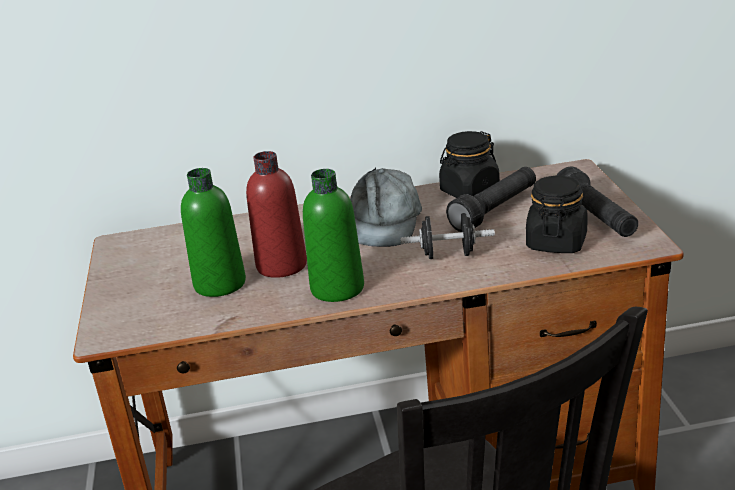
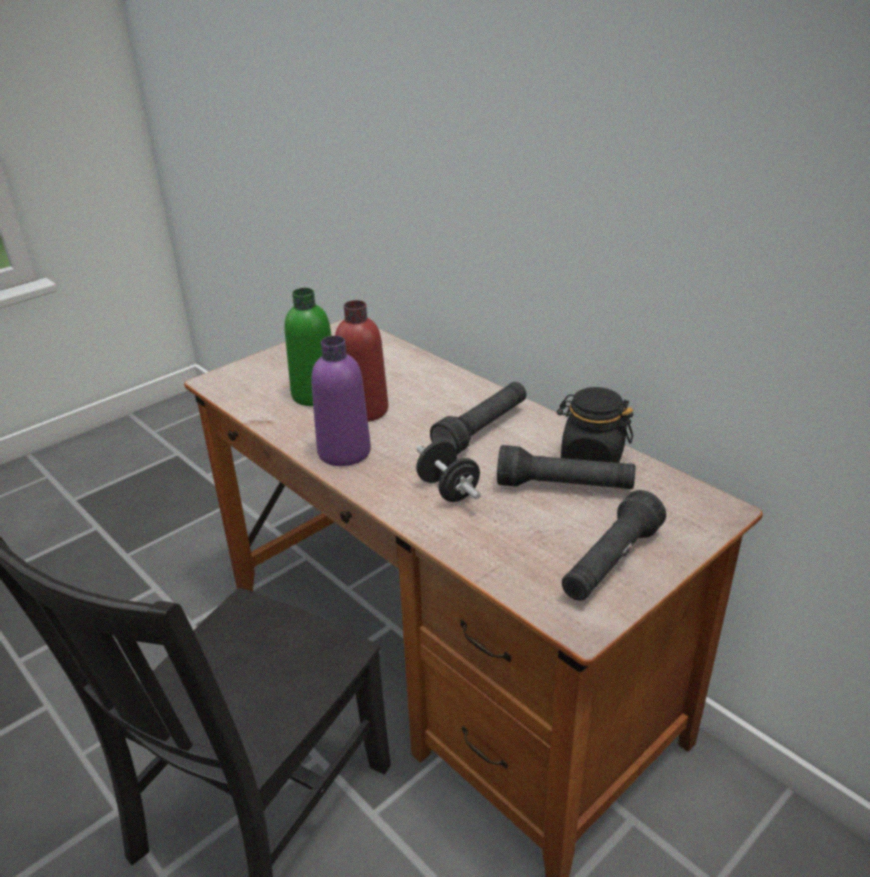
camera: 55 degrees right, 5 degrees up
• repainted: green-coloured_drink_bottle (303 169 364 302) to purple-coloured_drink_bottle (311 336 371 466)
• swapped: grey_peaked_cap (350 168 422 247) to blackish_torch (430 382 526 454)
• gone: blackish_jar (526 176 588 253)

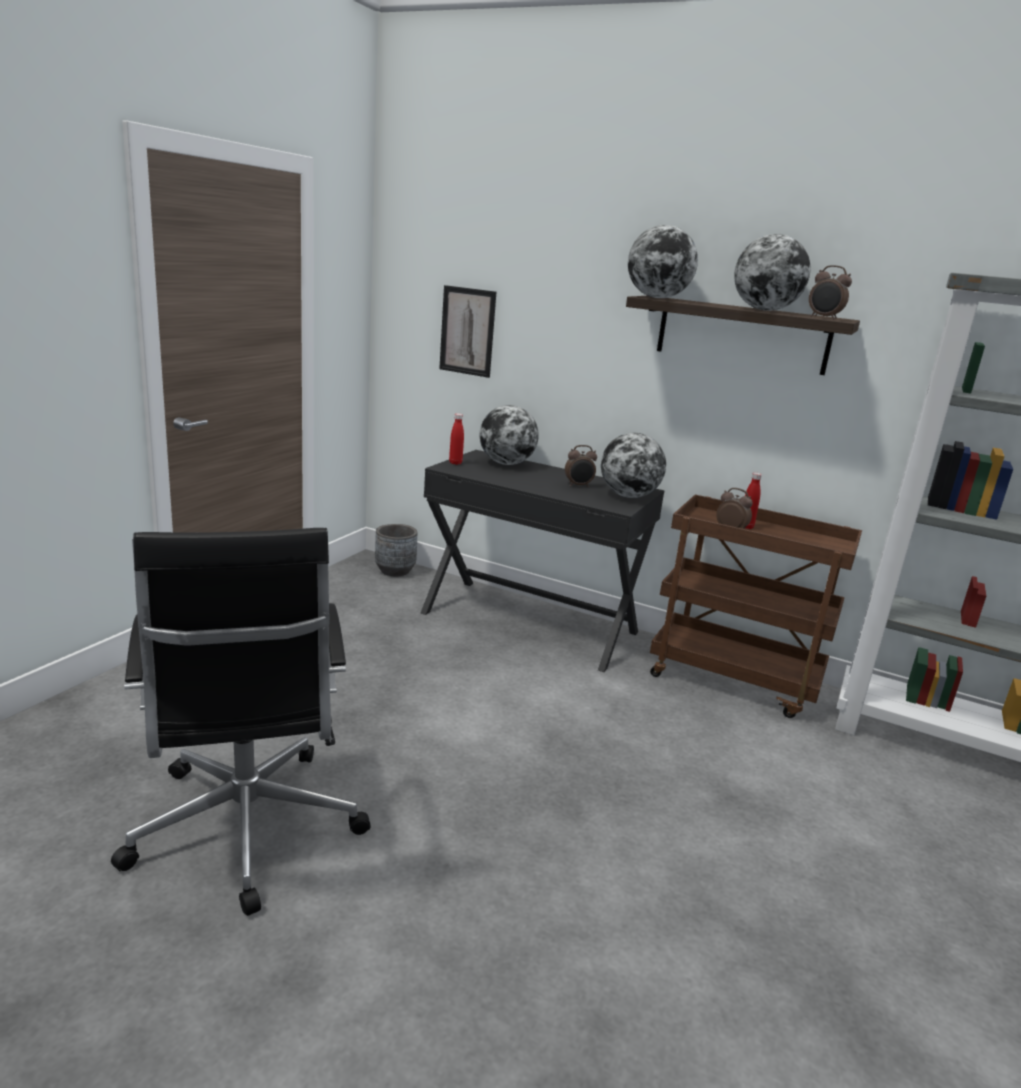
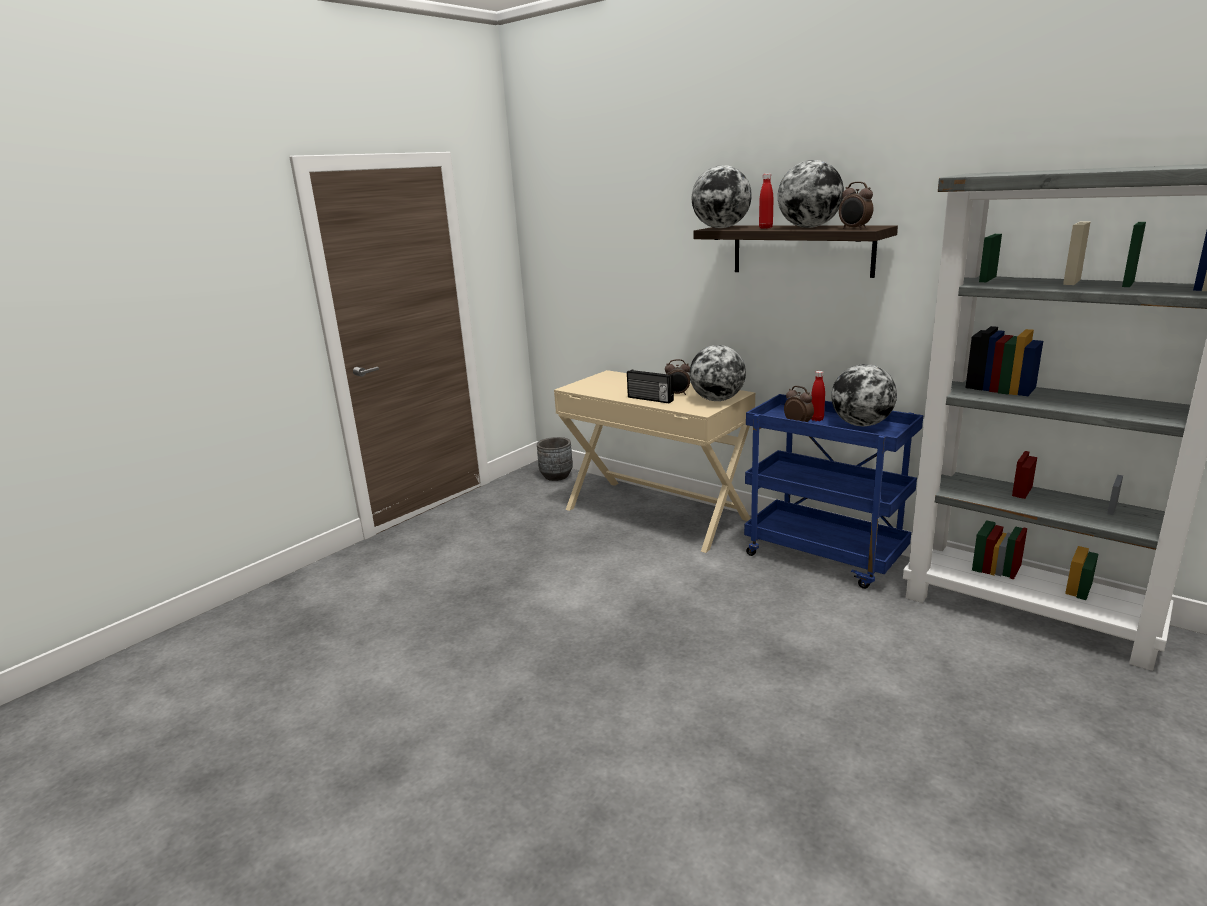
camera: 15 degrees right, 0 degrees up
• gone: blackish_office_chair (111 528 371 916)
• repainted: blackish_desk_unit (421 450 665 672) to beige-coloured_desk_unit (554 370 755 553)
• gone: wall_picture (439 285 496 378)
• shifted: reddish_drink_bottle (449 413 464 465) to (759 174 773 229)
• shifted: desk_globe (480 405 539 465) to (831 364 897 426)
• repainted: brownish_cart (650 495 862 718) to blue_cart (744 394 923 589)
• new: radio_set (627 370 674 403)

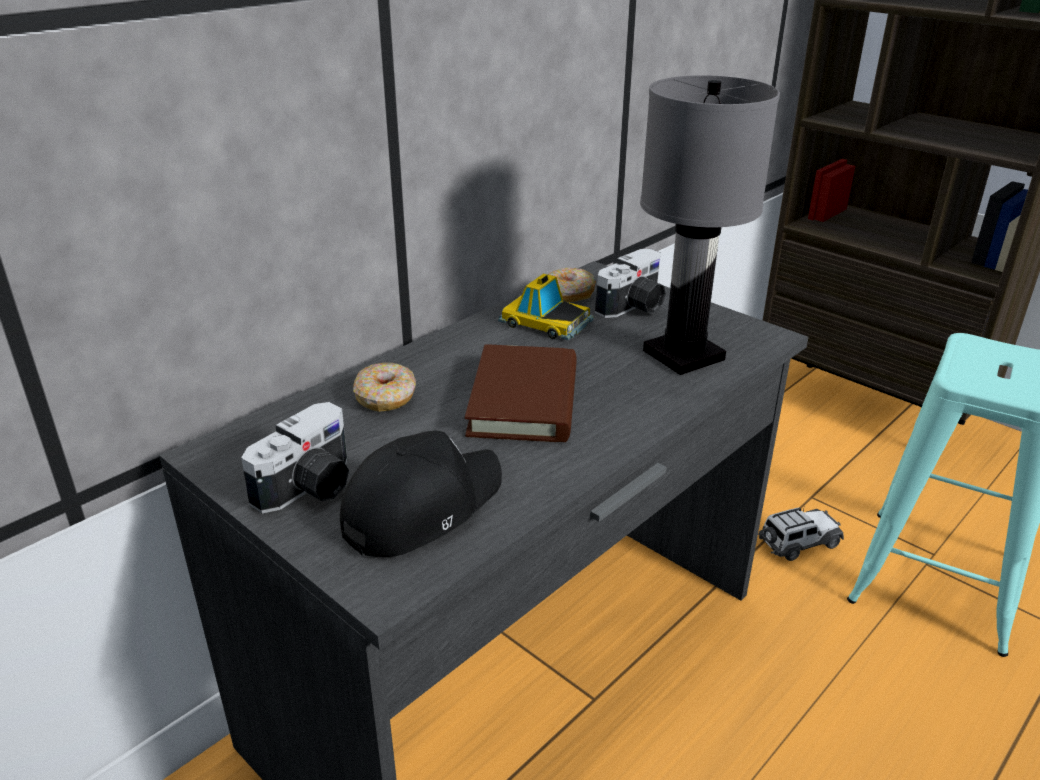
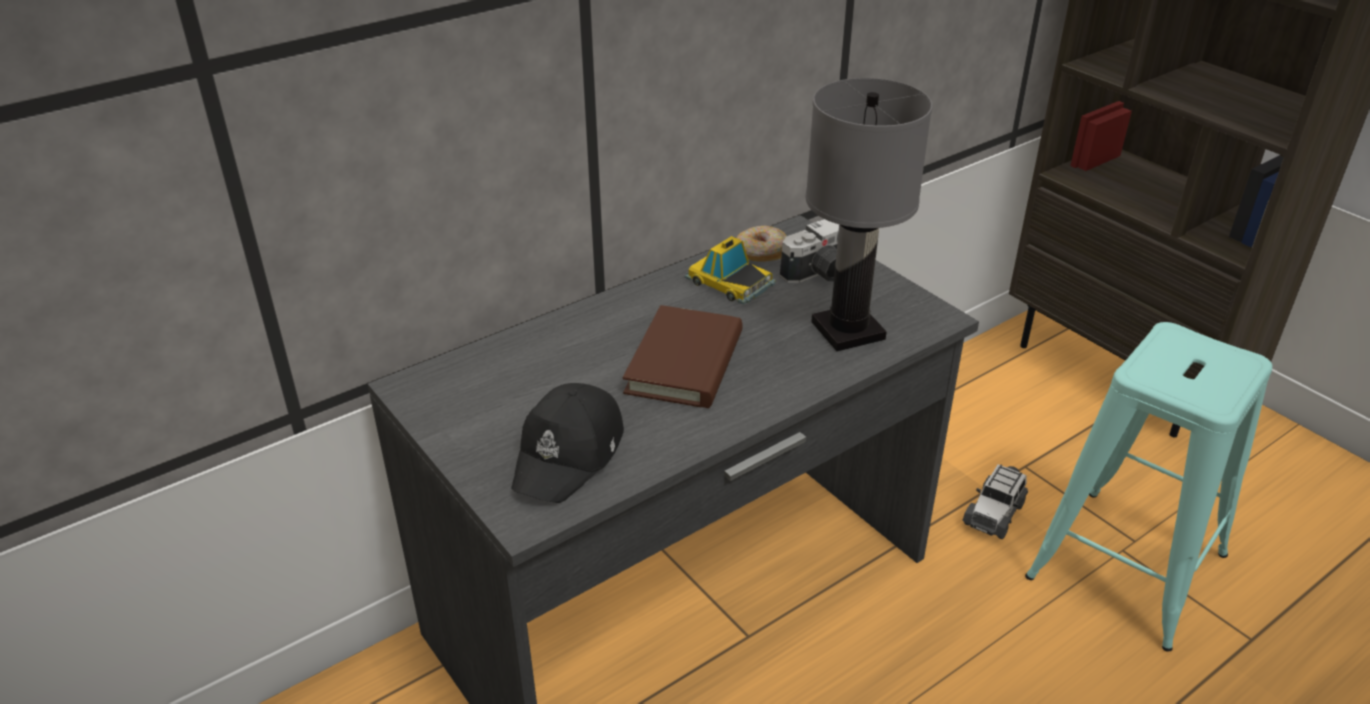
camera: 10 degrees right, 5 degrees up
• gone: still_camera (241 402 349 513)
• rotated: blackish_peaked_cap (340 430 502 557) = (511 383 624 503) 150 degrees clockwise
• gone: ring_doughnut (353 363 416 412)
• rotated: toy_car (758 505 844 561) = (962 464 1028 539) 135 degrees clockwise

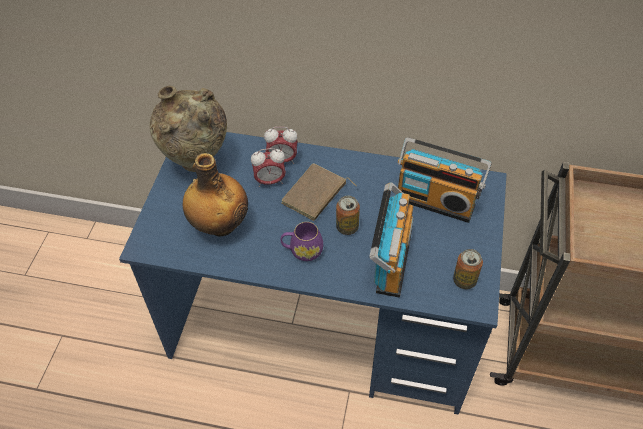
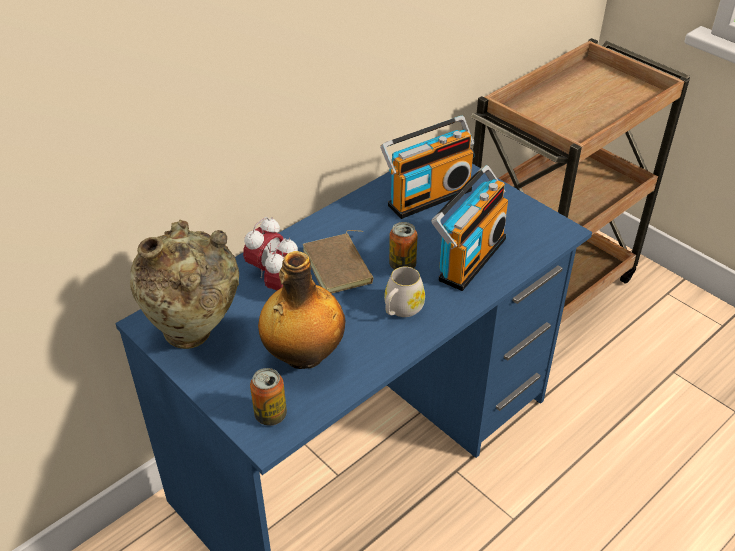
camera: 55 degrees left, 10 degrees down
• repainted: purple-coloured_mug (281 222 323 261) to white-coloured_mug (384 266 425 317)
• rotated: radio_set (370 182 413 297) = (431 165 508 291) 75 degrees clockwise
• shifted: can (453 249 483 289) to (250 368 287 426)

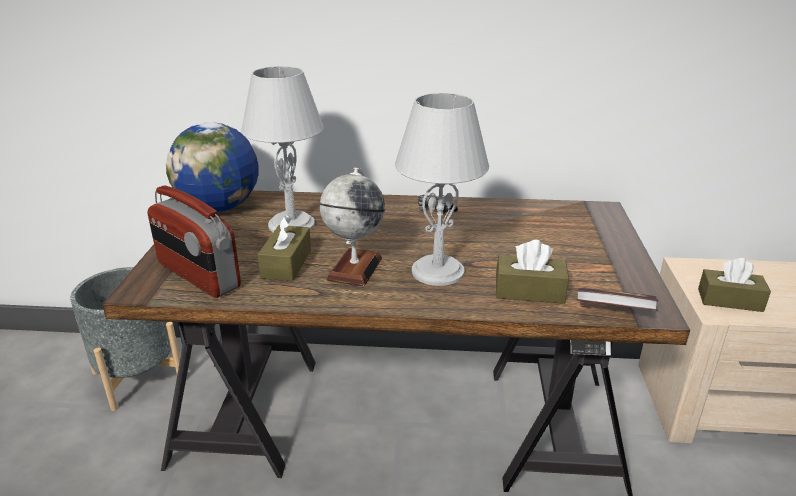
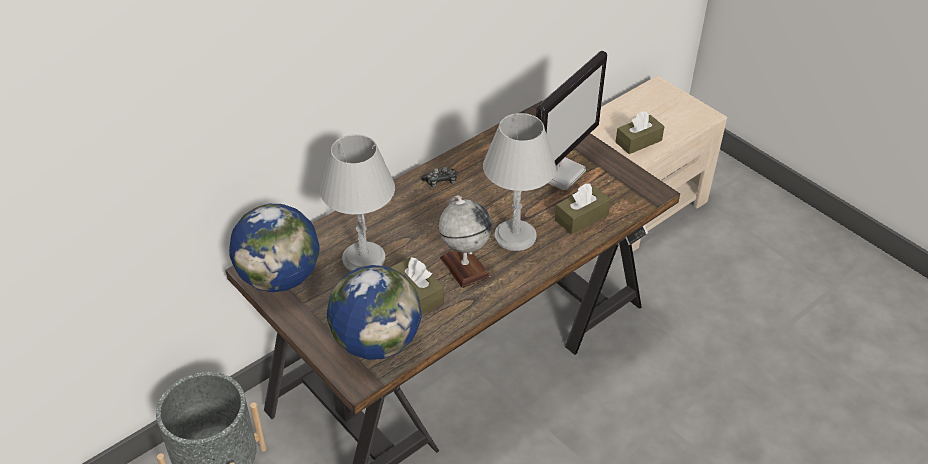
camera: 45 degrees left, 15 degrees up
• swapped: radio_set (147 185 241 298) to desk_globe (327 265 422 360)
• gone: book (577 288 658 311)
• new: monitor (536 51 607 190)

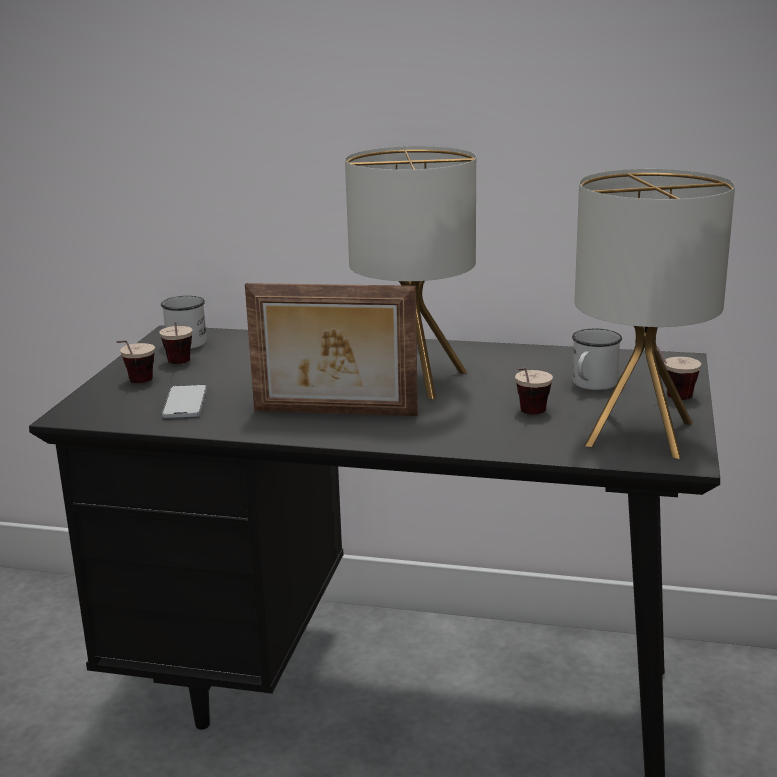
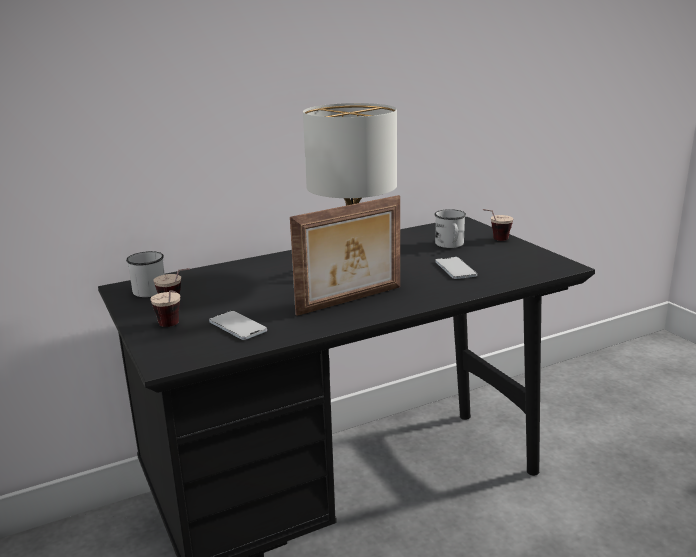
camera: 40 degrees left, 0 degrees up
• swapped: small_cup (515 367 553 415) to handset (435 257 477 279)
• gone: table_lamp (574 169 735 459)

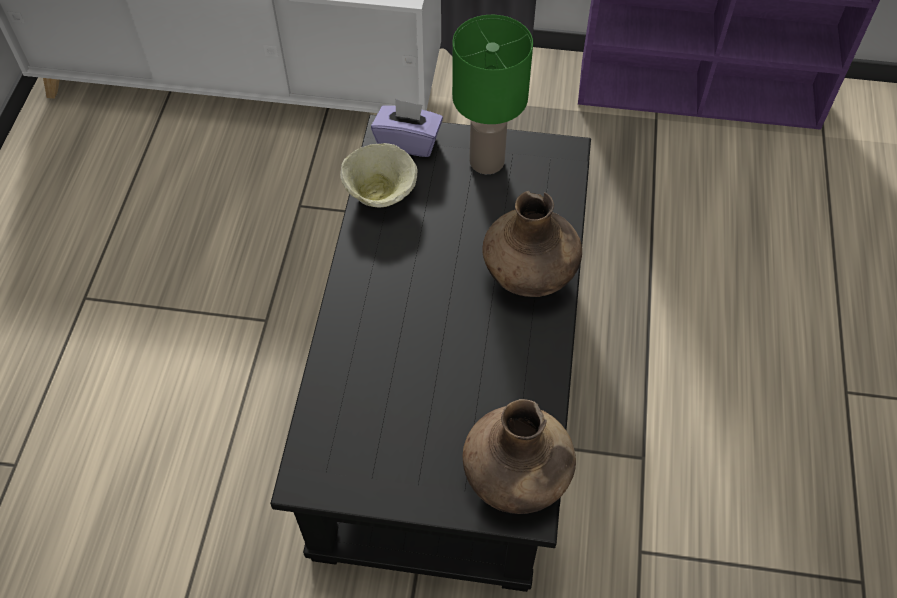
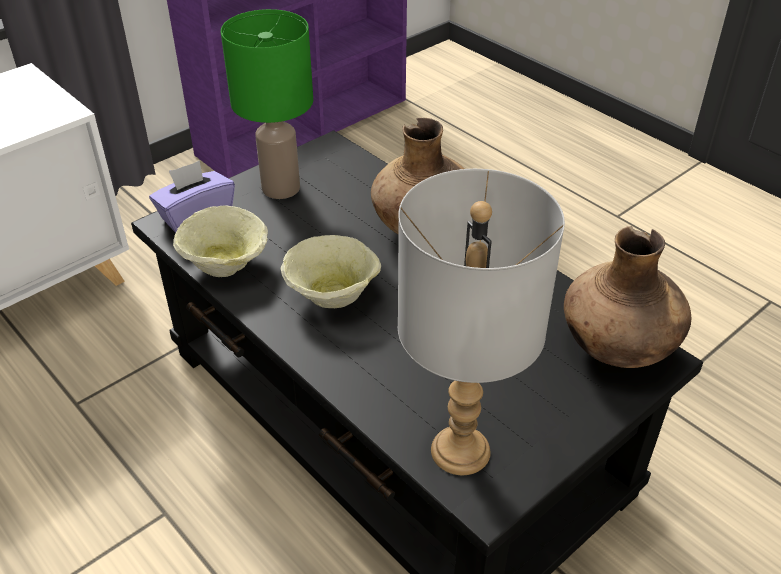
camera: 50 degrees left, 15 degrees down
• new: beige-coloured_deep_dish (281 235 381 308)
• new: grey_table_lamp (398 169 565 475)

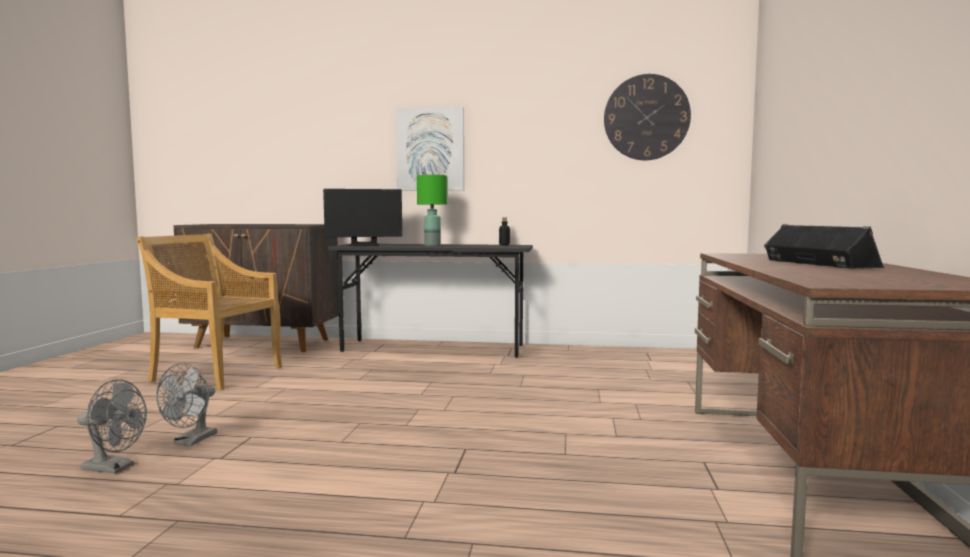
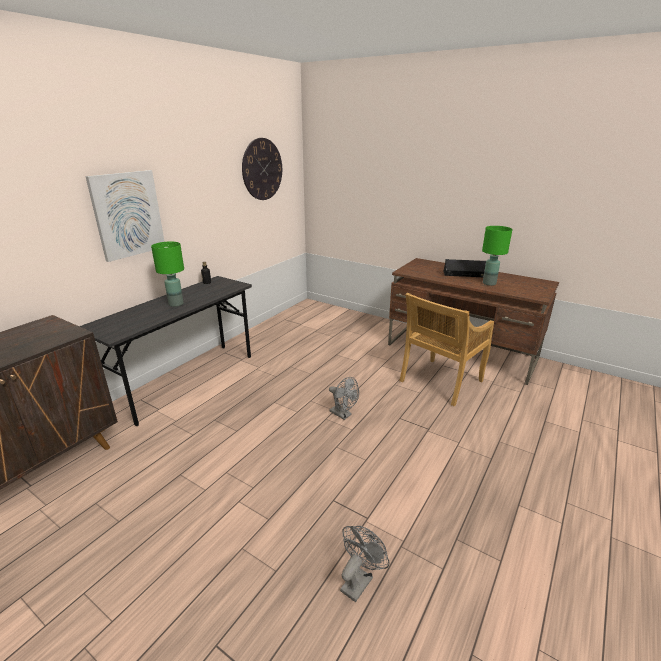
camera: 65 degrees left, 20 degrees up
• shifted: beige-coloured_upright_chair (137 233 282 390) to (399 293 494 406)
• shifted: grey_electric_fan (156 363 217 446) to (329 377 359 420)
• gone: monitor (323 189 402 246)
• new: green-coloured_table_lamp (482 226 512 286)

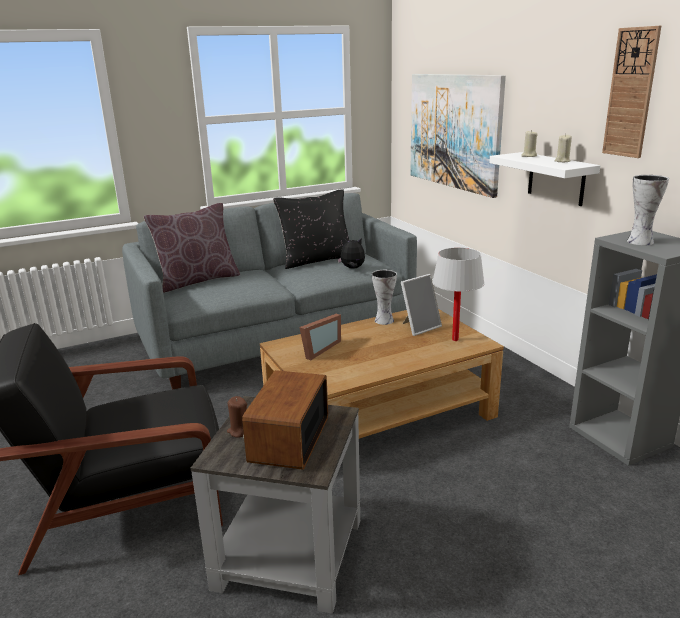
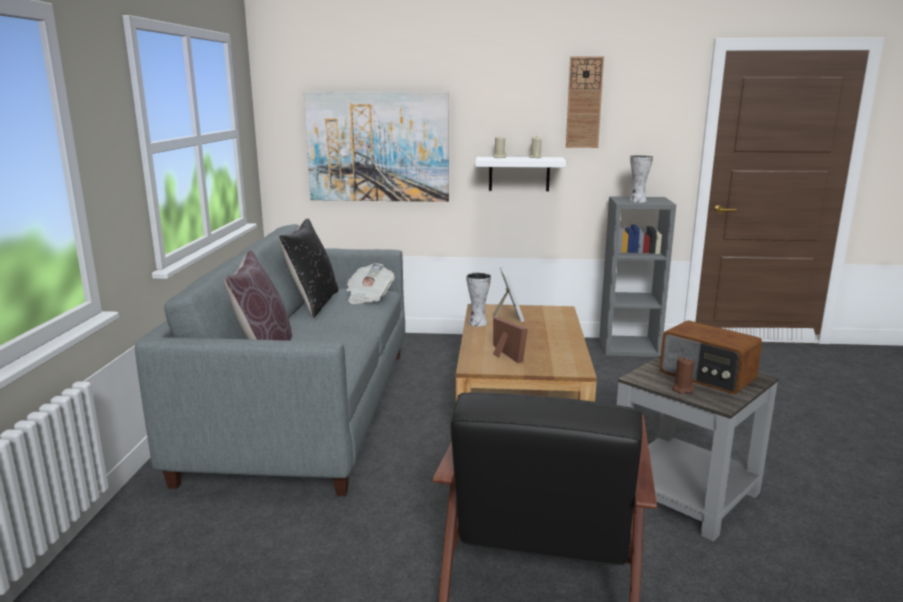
camera: 60 degrees left, 5 degrees down
• swapped: cuddly_toy (337 238 365 269) to printed_paper (346 263 395 304)
• gone: white-coloured_table_lamp (432 248 485 341)

